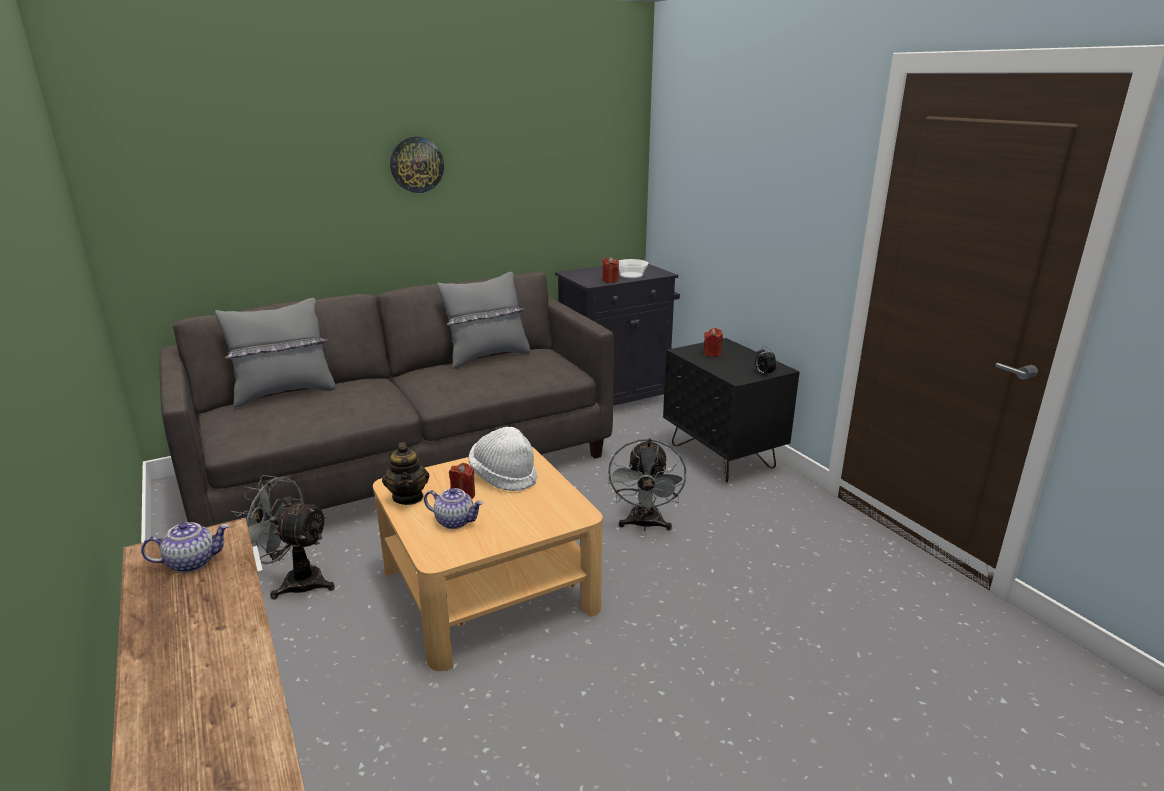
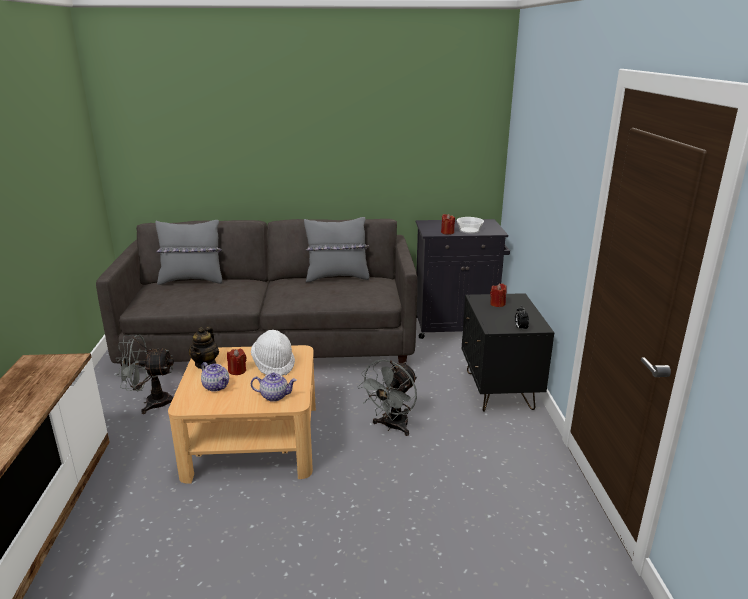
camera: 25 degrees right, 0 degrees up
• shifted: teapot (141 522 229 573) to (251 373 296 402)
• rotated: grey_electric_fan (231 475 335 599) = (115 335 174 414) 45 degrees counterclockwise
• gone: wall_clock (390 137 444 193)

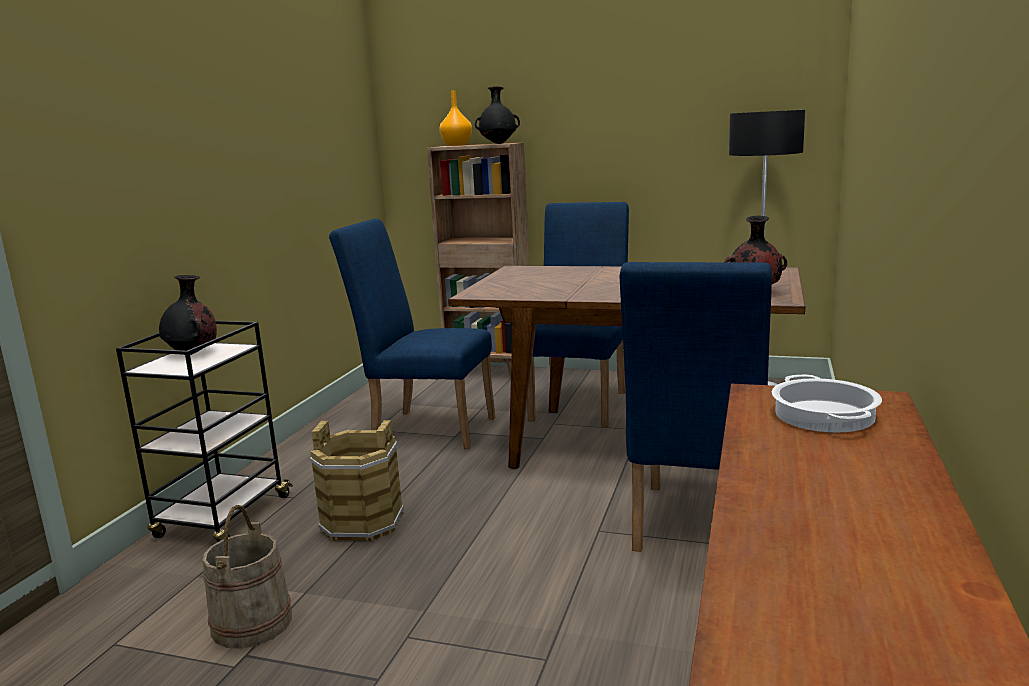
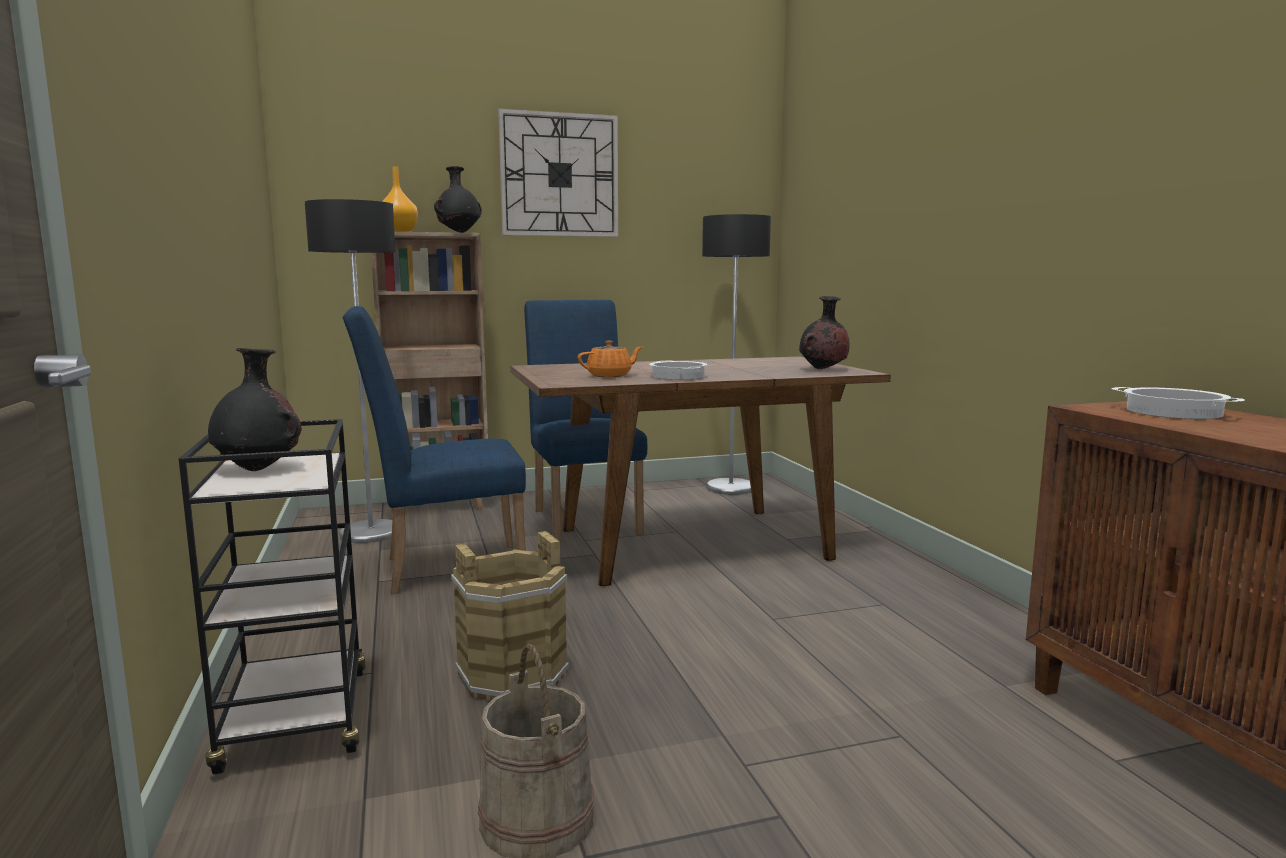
camera: 35 degrees left, 5 degrees down
• gone: blue_upright_chair (620 262 772 552)
• new: floor_lamp (305 199 396 543)
• new: wall_clock (498 109 618 237)
• new: orange-coloured_teapot (578 341 642 377)
• new: saucepot (649 361 707 380)

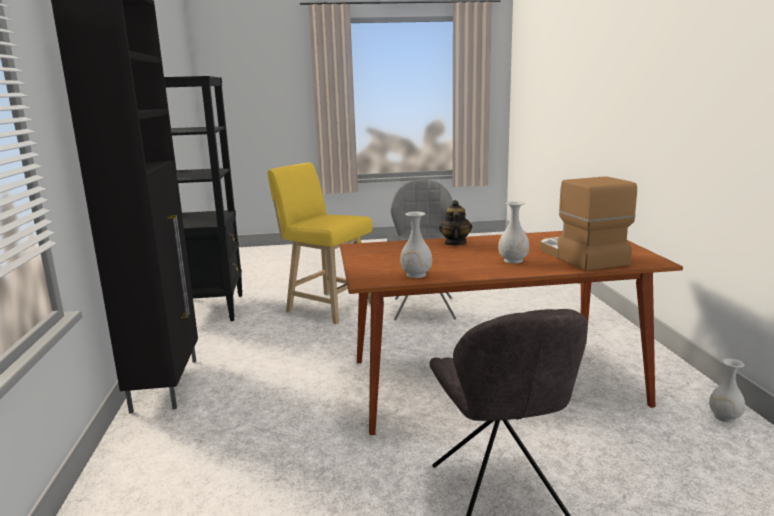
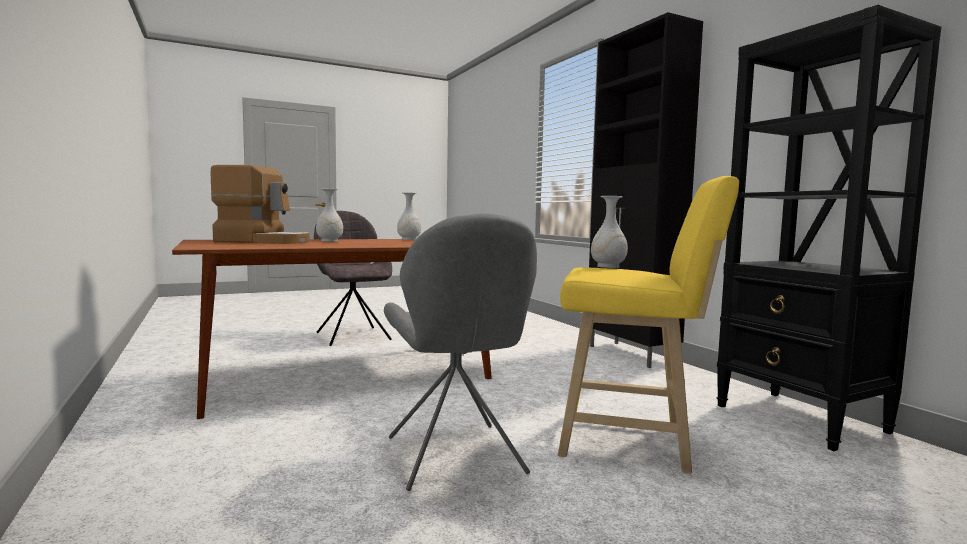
camera: 160 degrees right, 10 degrees down
• gone: teapot (439 200 472 245)
• rotated: coffee_brewer (539 176 637 271) = (210 165 310 244) 45 degrees counterclockwise
• shifted: white-coloured_decorative_vase (709 358 745 423) to (591 196 628 268)

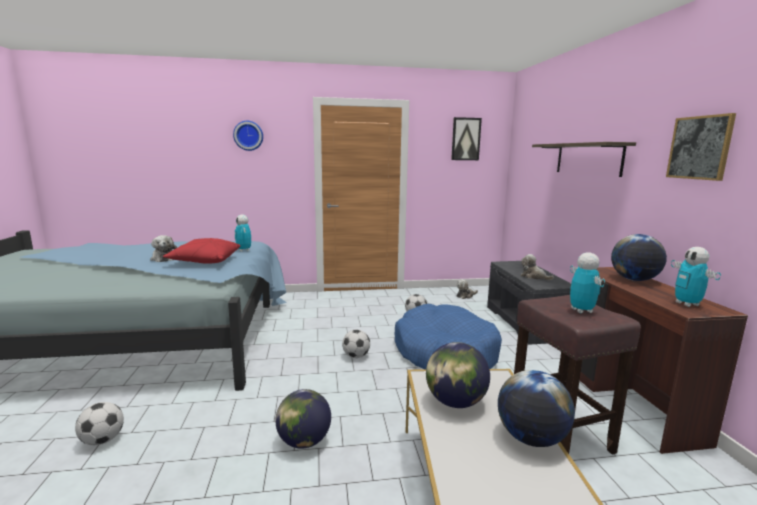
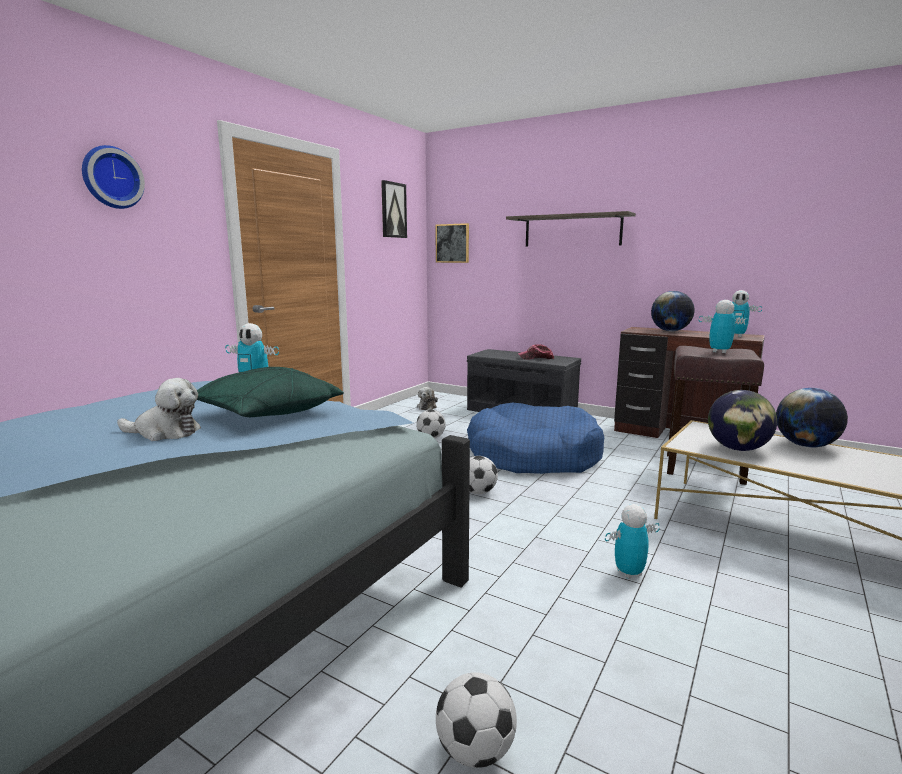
camera: 50 degrees left, 0 degrees up
• repainted: reddish_cushion (163 238 240 264) to green-coloured_cushion (197 367 344 417)
• swapped: desk_globe (275 389 331 449) to robot_figure (605 504 659 579)
• swapped: cuddly_toy (520 254 554 280) to peaked_cap (518 344 554 360)
• shifted: wall_picture (666 113 736 181) to (435 223 469 263)

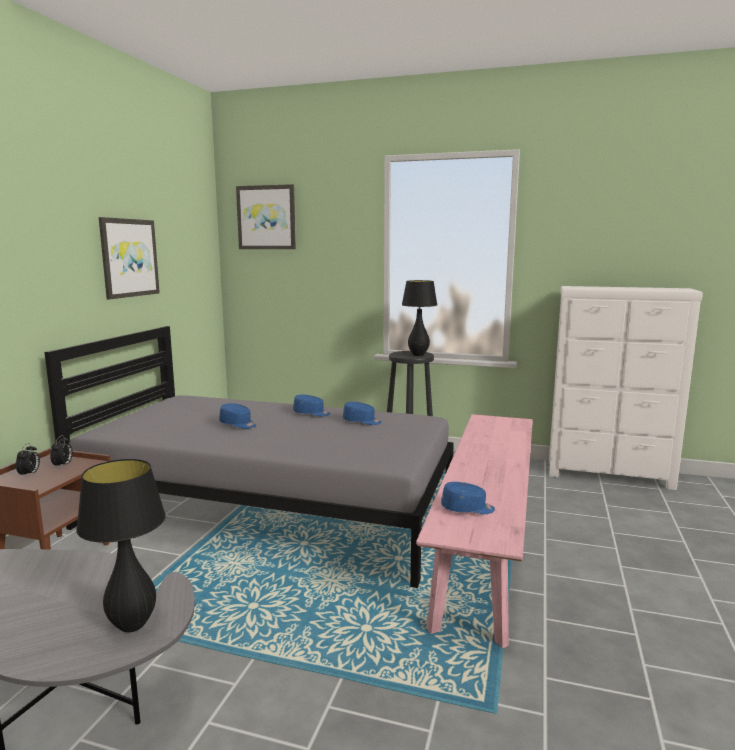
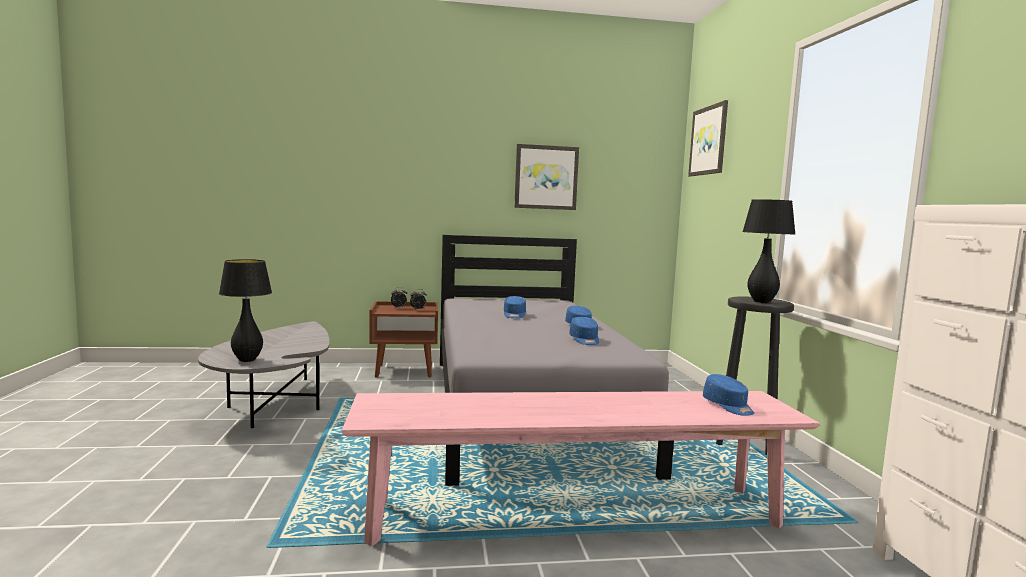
camera: 65 degrees right, 5 degrees down
• shifted: blue_peaked_cap (441 482 495 514) to (703 374 754 416)

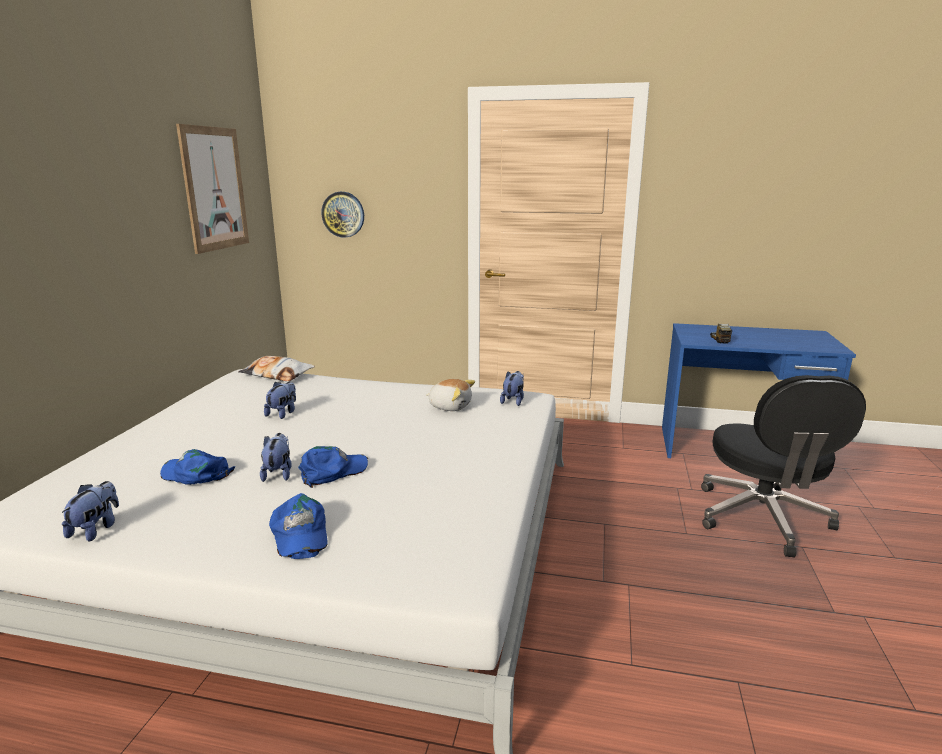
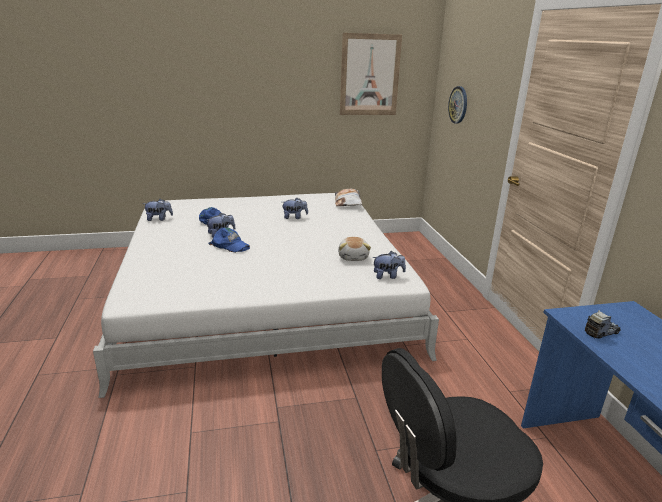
camera: 65 degrees right, 5 degrees up
• gone: blue_peaked_cap (269 493 328 559)

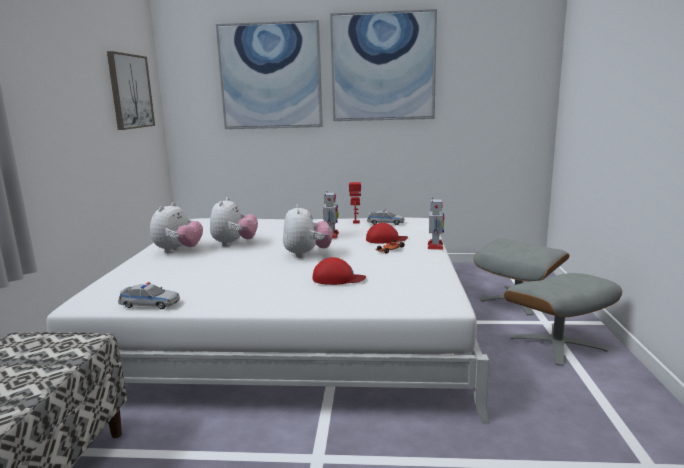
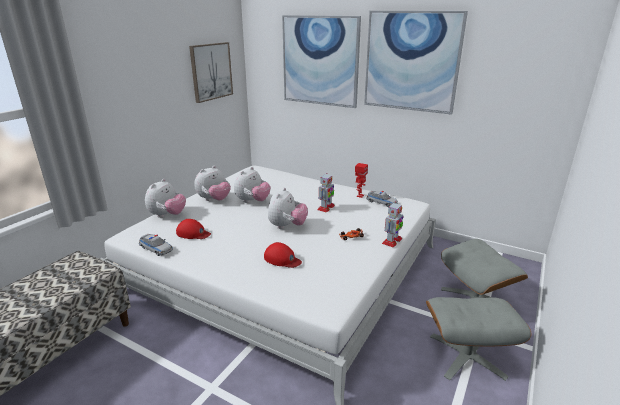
camera: 25 degrees right, 10 degrees up
• shifted: reddish_peaked_cap (366 223 408 243) to (176 219 211 239)
• new: cuddly_toy (145 179 186 218)

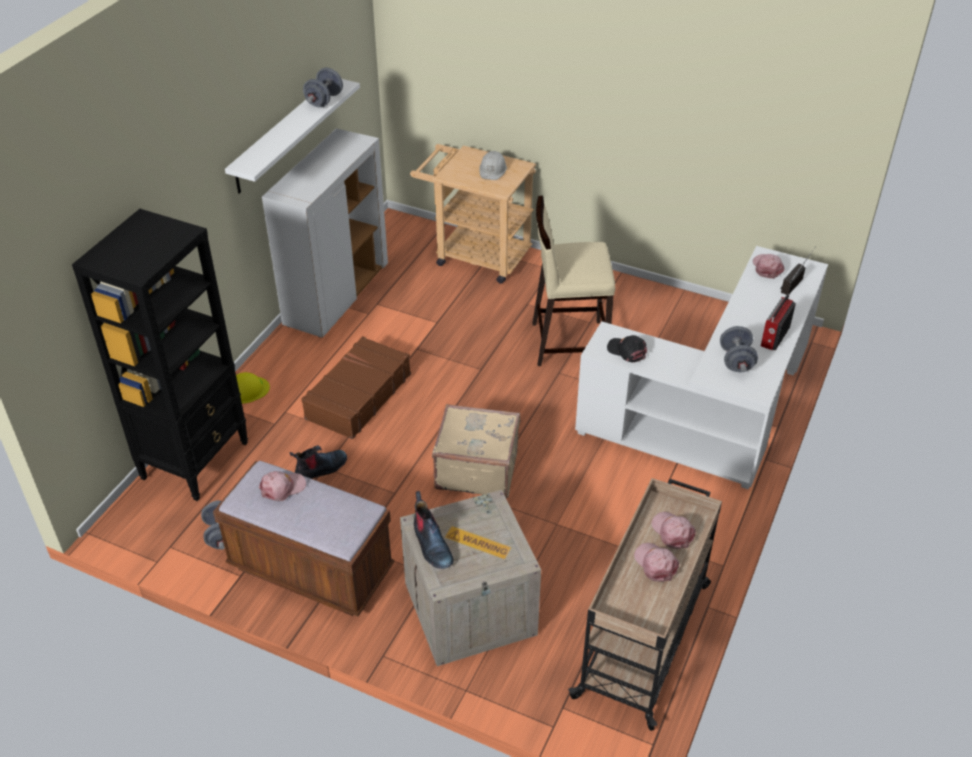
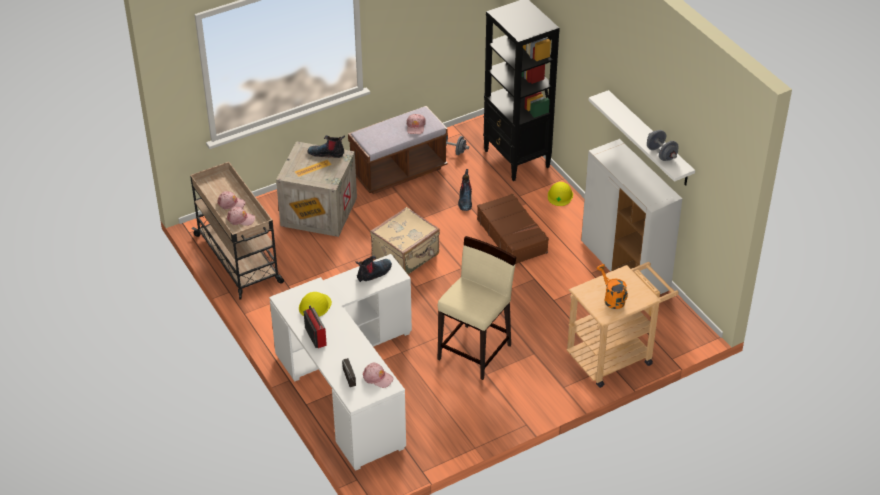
camera: 125 degrees right, 0 degrees up
• swapped: white-coloured_work_helmet (479 151 507 180) to orange-coloured_sprinkling_can (597 264 628 309)
• swapped: blackish_peaked_cap (607 335 648 363) to high-top_boot (355 255 392 282)
• swapped: grey_hand_weight (720 326 758 372) to yellowish_work_helmet (299 292 332 317)

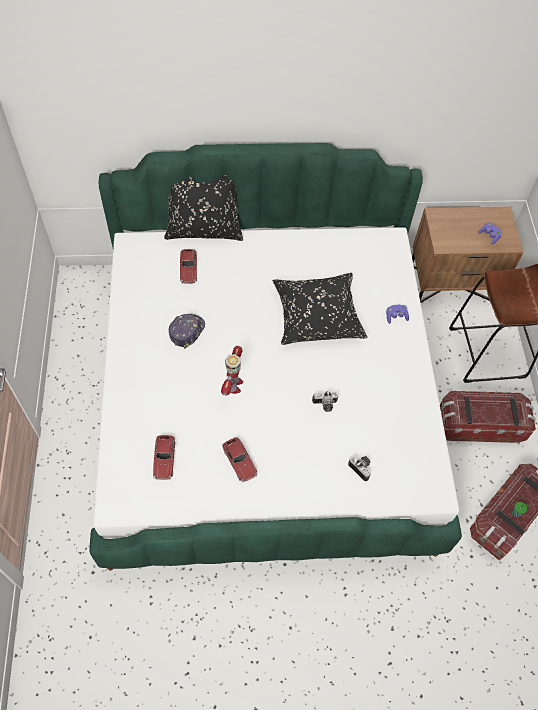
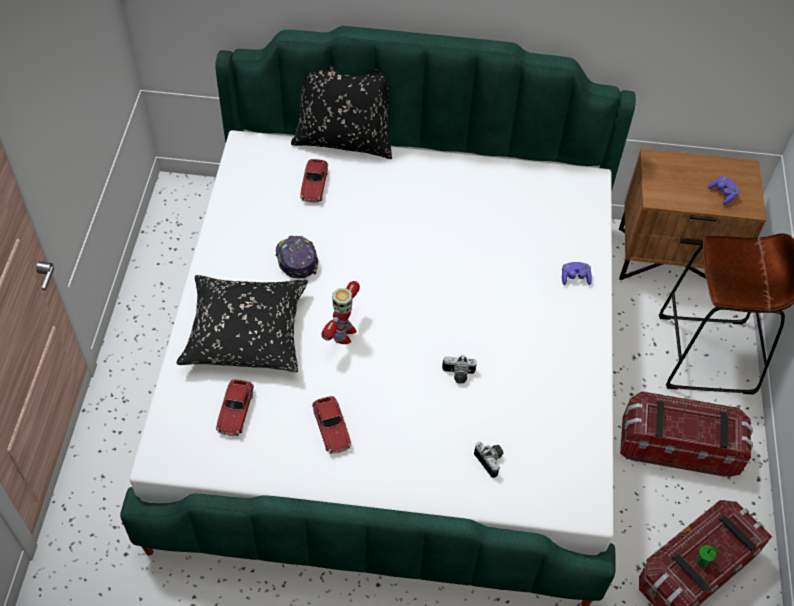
camera: 10 degrees right, 5 degrees down
• rotated: peaked_cap (169 313 205 349) = (275 236 318 279) 60 degrees counterclockwise
• shifted: blackish_cushion (273 273 367 345) to (176 275 308 372)

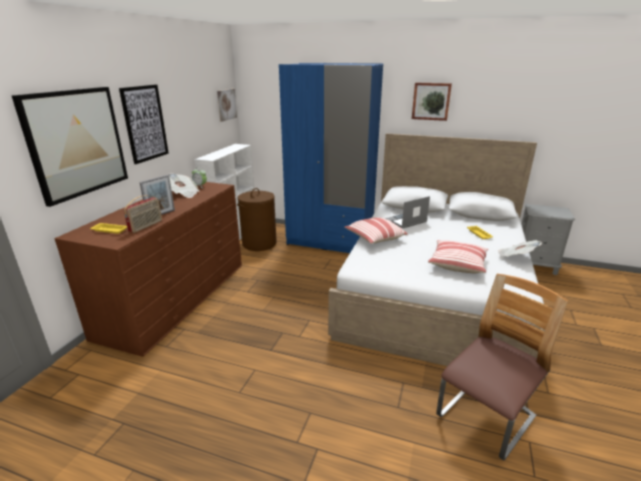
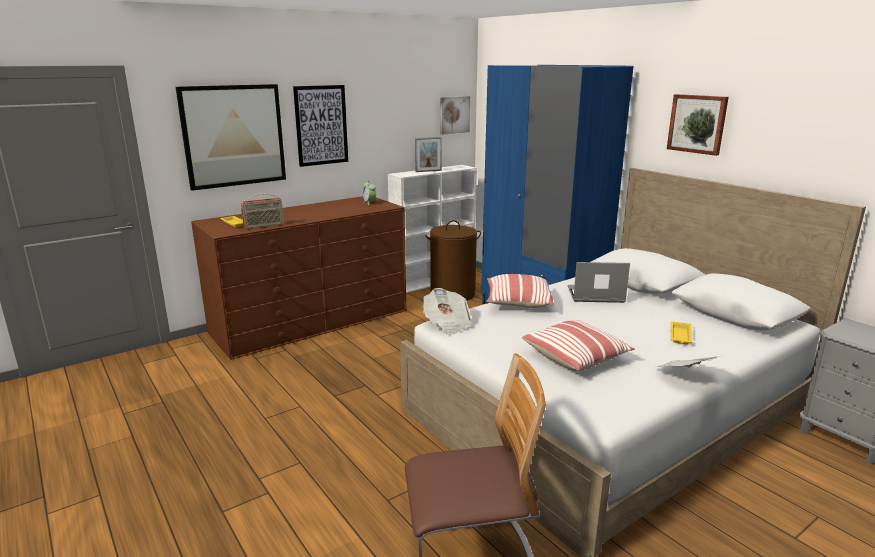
camera: 35 degrees right, 5 degrees down
• shifted: picture_frame (140 175 175 215) to (415 137 442 172)
• shifted: printed_paper (167 173 200 198) to (423 288 472 335)

